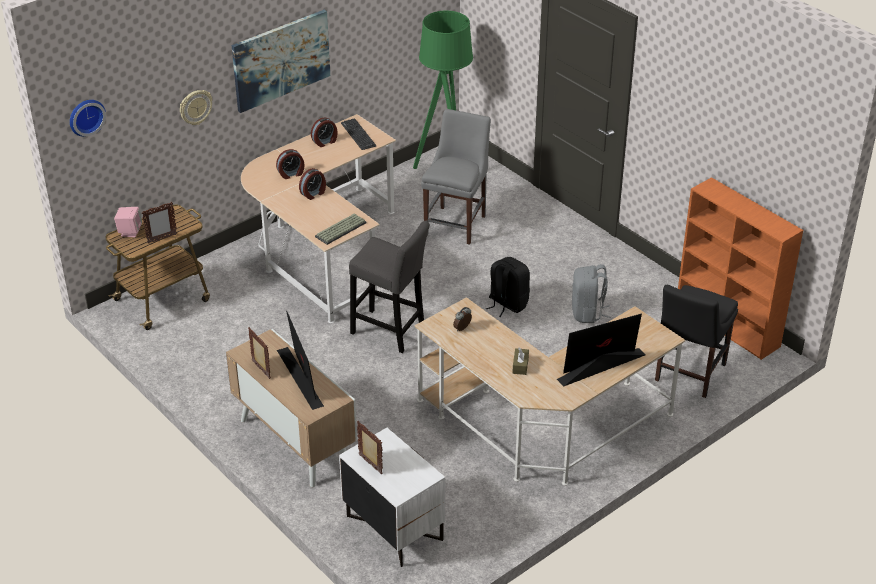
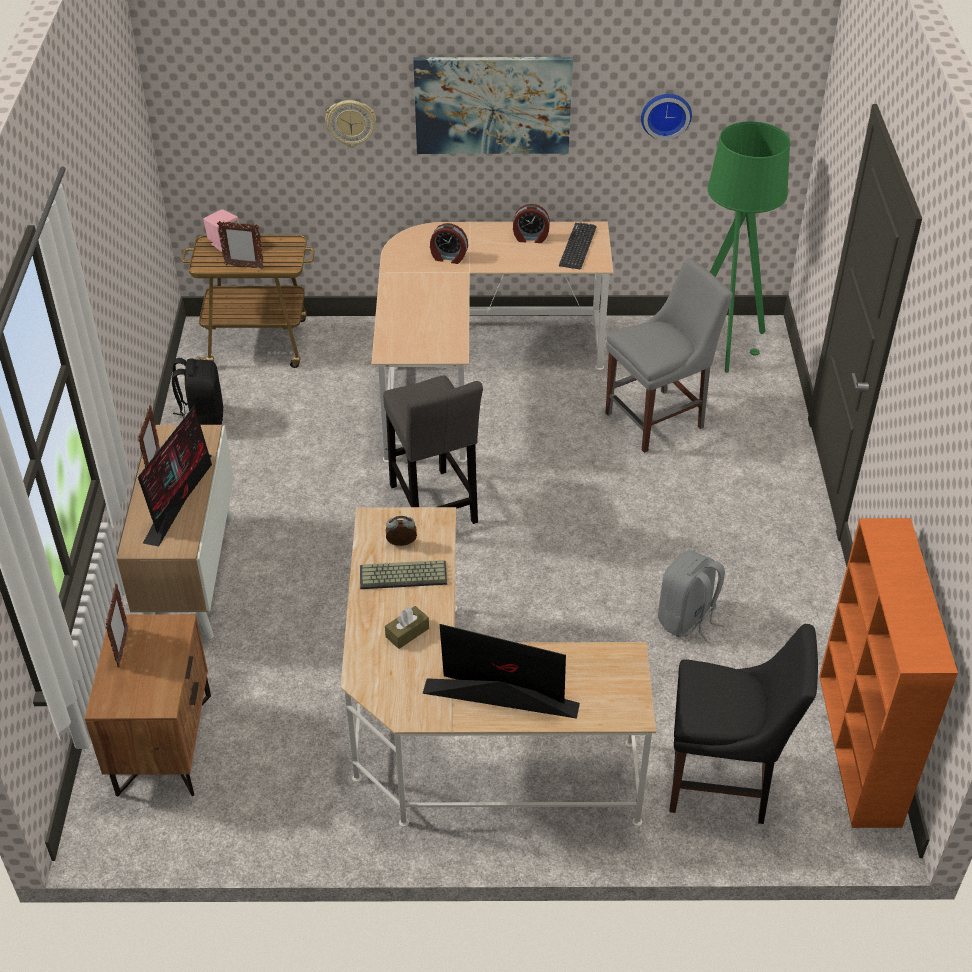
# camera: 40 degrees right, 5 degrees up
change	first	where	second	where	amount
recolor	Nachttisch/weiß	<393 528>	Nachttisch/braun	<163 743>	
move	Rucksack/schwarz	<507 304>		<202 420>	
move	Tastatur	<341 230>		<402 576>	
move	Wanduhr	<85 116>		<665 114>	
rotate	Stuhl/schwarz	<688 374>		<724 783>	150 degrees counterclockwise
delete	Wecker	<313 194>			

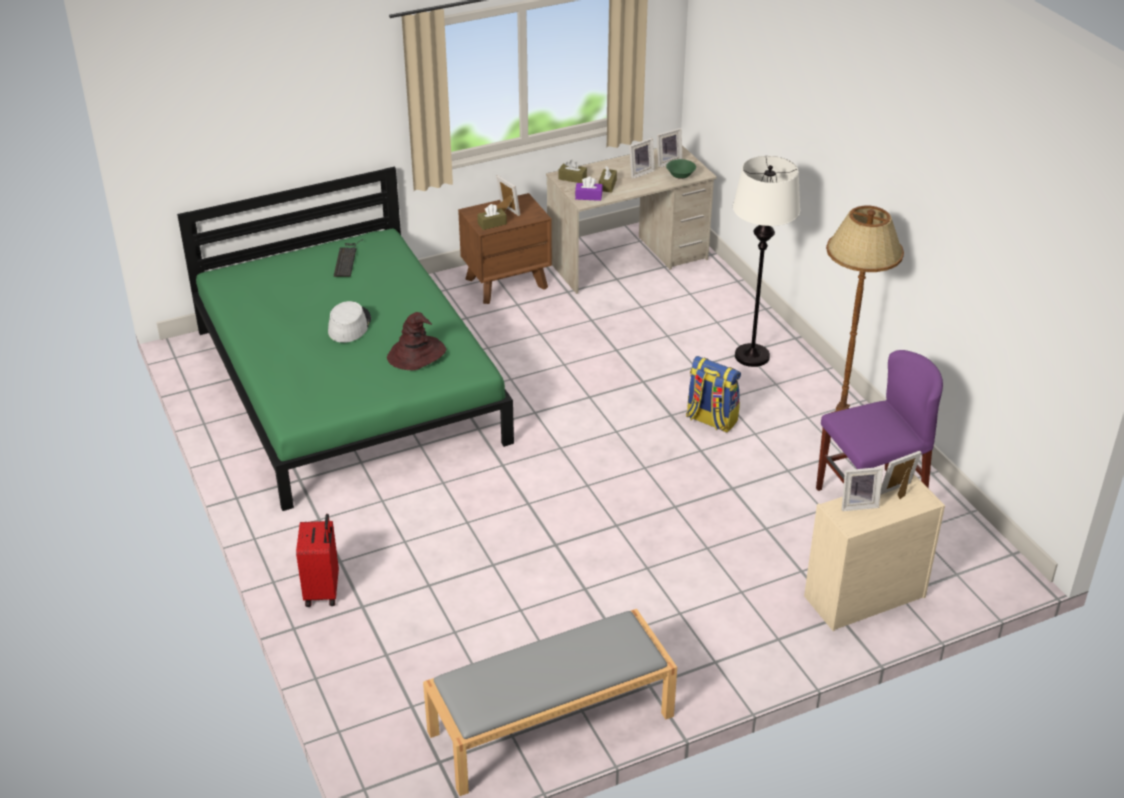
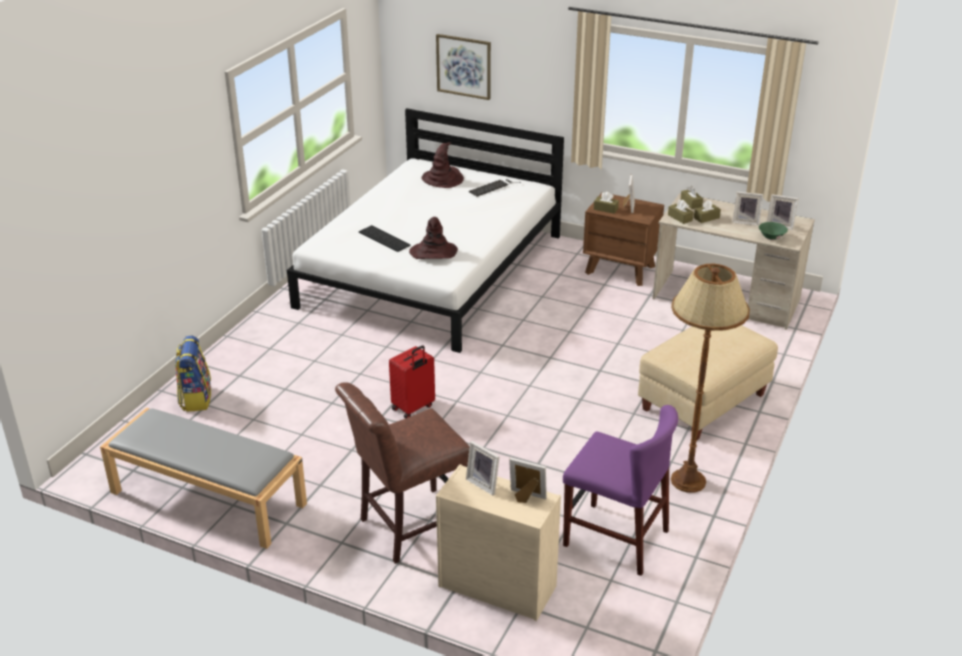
# camera: 50 degrees right, 5 degrees down
change	first	where	second	where	amount
move	Rucksack	<710 420>		<195 398>	
recolor	Bett/grün	<349 384>	Bett/weiß	<433 270>	
insert			Stuhl/braun	<409 527>	
insert			Tastatur	<385 238>	
move	Koffer/rot	<323 591>		<413 408>	
insert			Hut/braun	<443 179>	
insert			Bild	<464 66>	
replace	Stehlampe/weiß	<752 356>	Polsterhocker/beige	<704 402>	
recolor	Taschentuchbox/lila	<588 196>	Taschentuchbox/braun	<680 218>	
delete	Hut/grau	<349 325>			

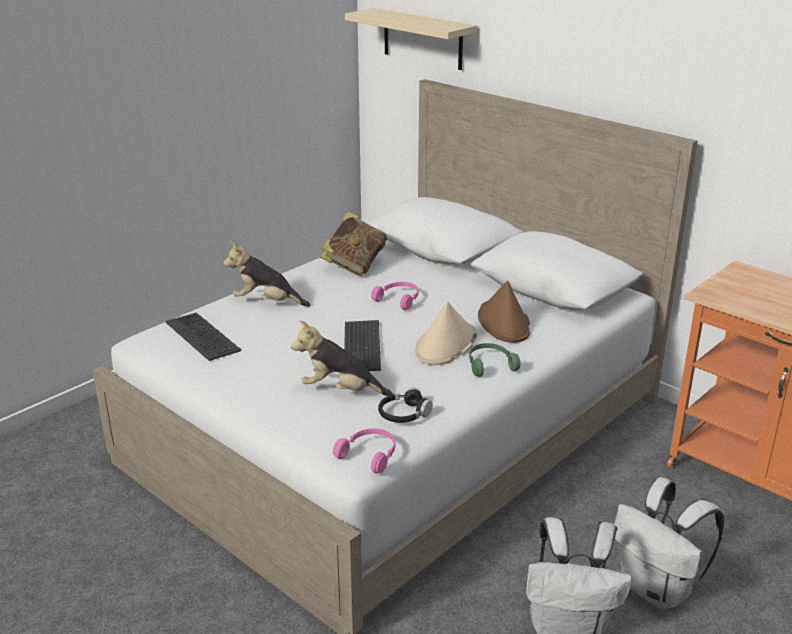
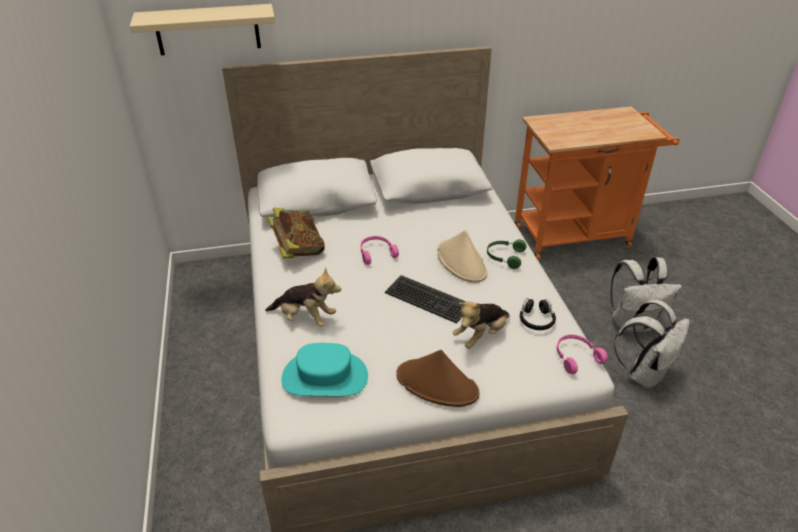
# camera: 55 degrees left, 10 degrees up
change	first	where	second	where	amount
rotate	Plüschtier	<267 302>		<305 318>	120 degrees counterclockwise
replace	Tastatur	<203 336>	Hut/türkis	<325 377>	
move	Hut/braun	<504 322>		<437 384>	

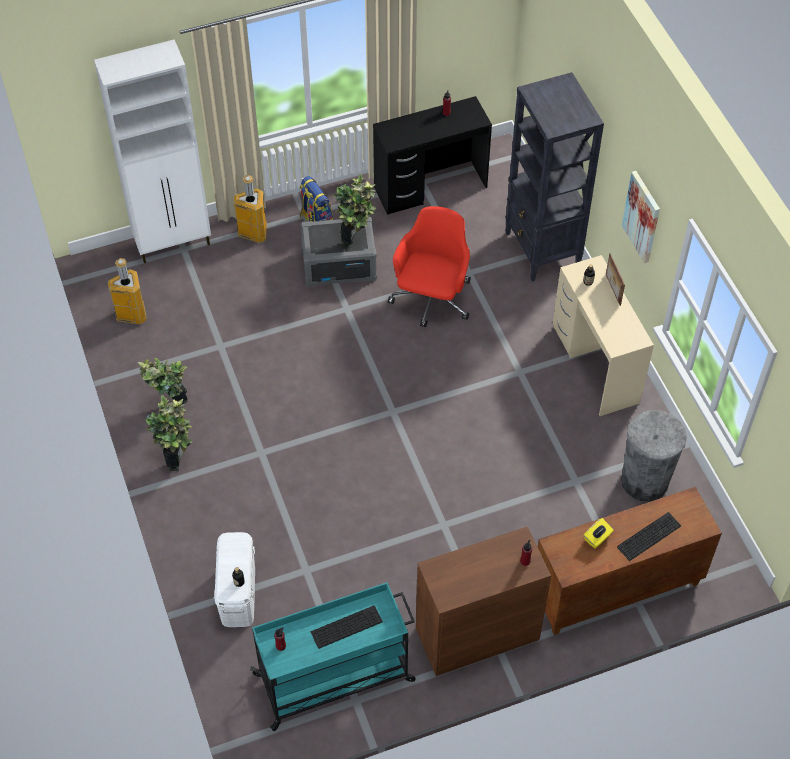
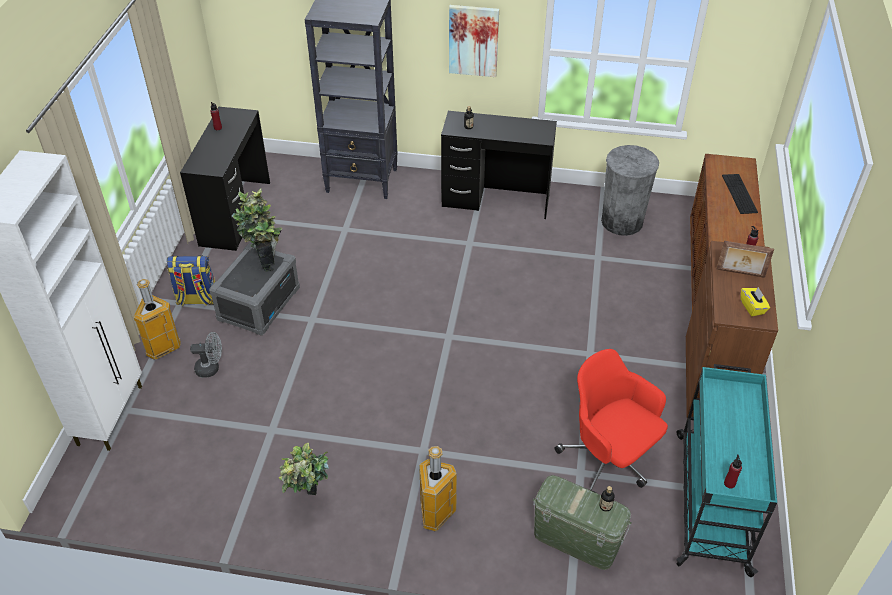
# camera: 60 degrees left, 10 degrees down
change	first	where	second	where	amount
insert			Ventilator/grau	<211 368>	
move	Mülleimer	<132 315>		<435 514>	
recolor	Schreibtisch/beige	<595 365>	Schreibtisch/schwarz	<496 200>	
recolor	Aufbewahrungsbox/weiß	<238 593>	Aufbewahrungsbox/grün	<576 540>	
move	Bürostuhl/rot	<432 300>		<609 460>	
move	Bilderrahmen	<612 290>		<740 273>	
move	Taschentuchbox/gelb	<597 538>		<752 307>	
delete	Topfpflanze	<176 456>			
delete	Tastatur	<346 627>			

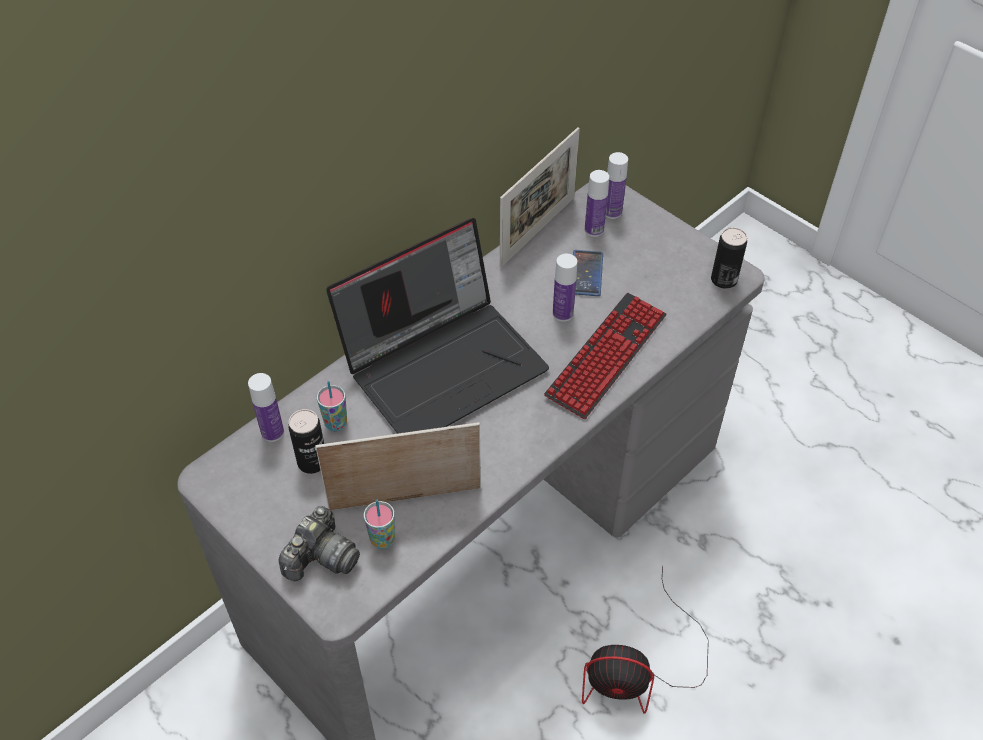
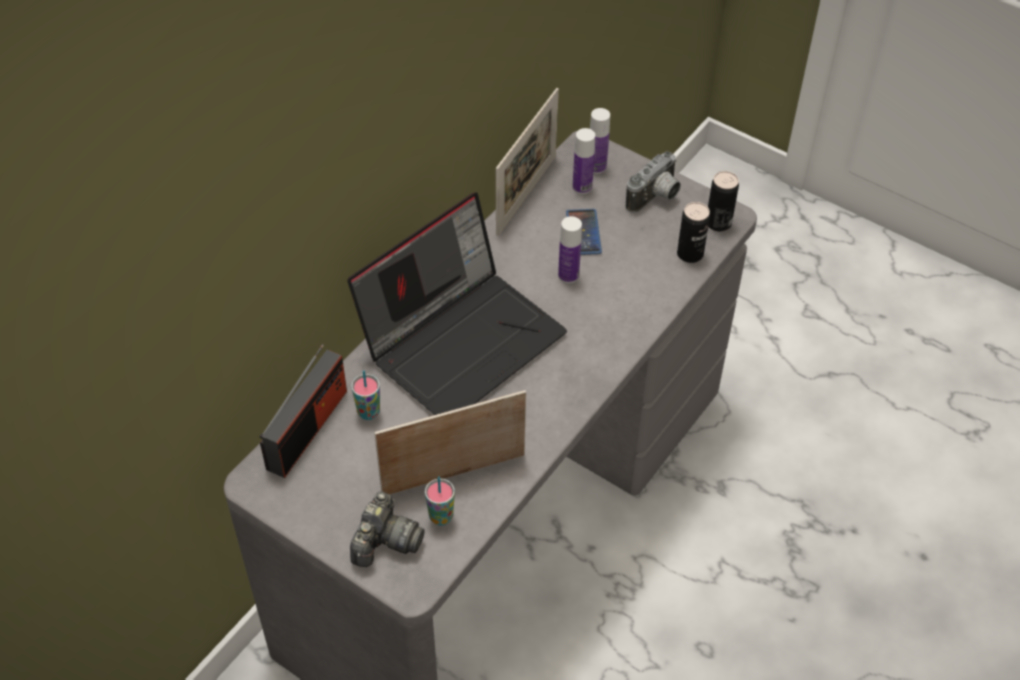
# camera: 10 degrees left, 0 degrees up
change	first	where	second	where	amount
replace	Flasche	<272 432>	Radio	<307 429>	
insert			Kamera	<656 198>	
move	Dose	<312 462>		<690 254>	
delete	Tastatur	<606 356>			
delete	Ventilator	<640 671>			

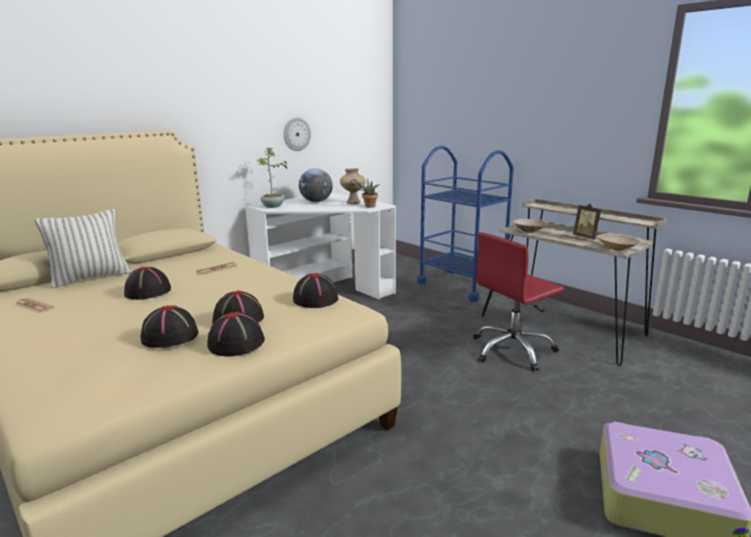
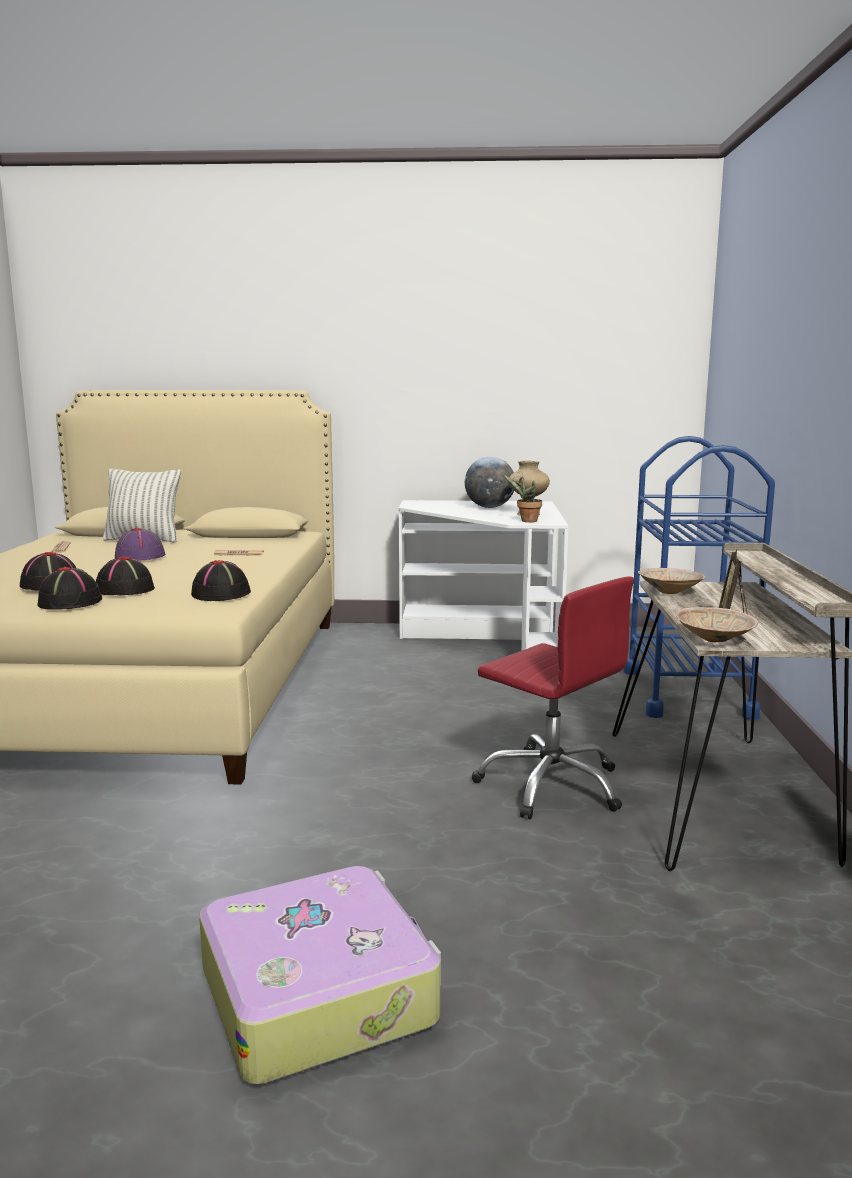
# camera: 45 degrees right, 5 degrees down
change	first	where	second	where	amount
recolor	Hut/schwarz	<148 291>	Hut/lila	<140 556>	
rotate	Bürostuhl/rot	<512 350>		<551 785>	150 degrees counterclockwise
delete	Topfpflanze	<273 206>			
delete	Wanduhr	<296 134>			

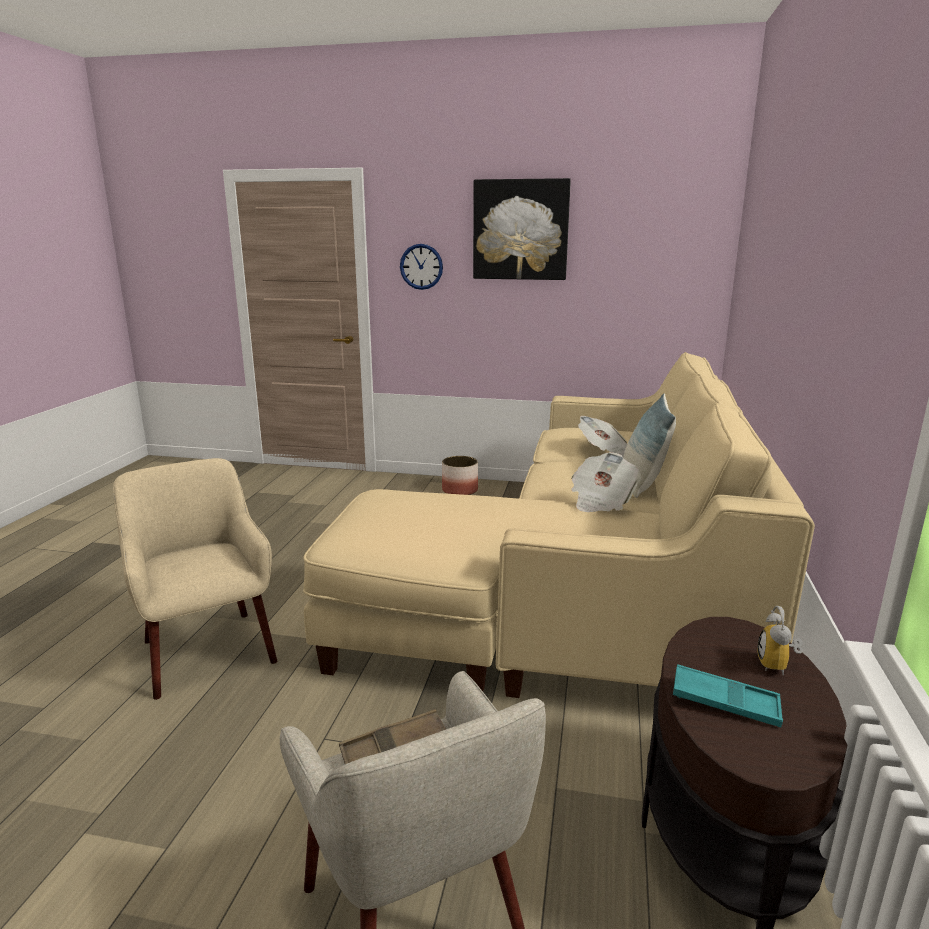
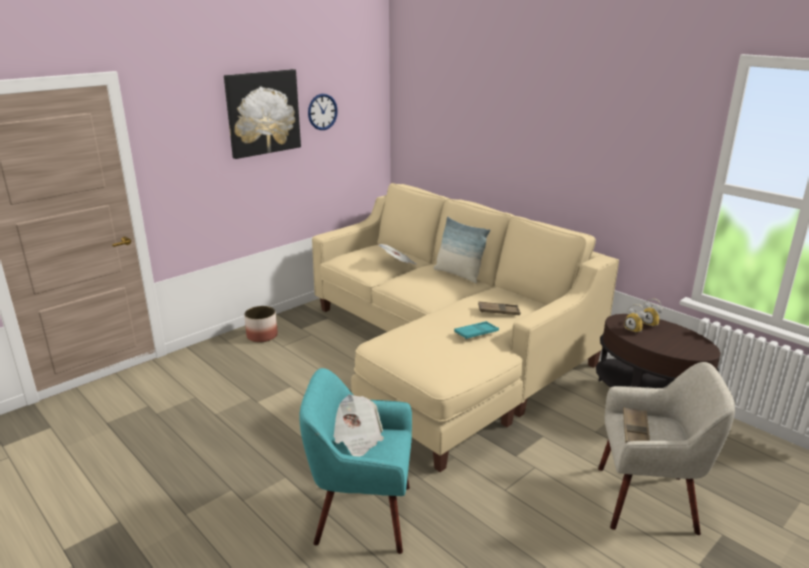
# camera: 55 degrees left, 5 degrees up
change	first	where	second	where	amount
recolor	Sessel/beige	<207 651>	Sessel/türkis	<362 515>	
move	Wanduhr	<421 266>		<322 112>	
move	Zeitung	<601 501>		<354 437>	
move	Tablett/türkis	<725 702>		<476 333>	
insert			Tablett/braun	<498 311>	
insert			Wecker	<635 330>	

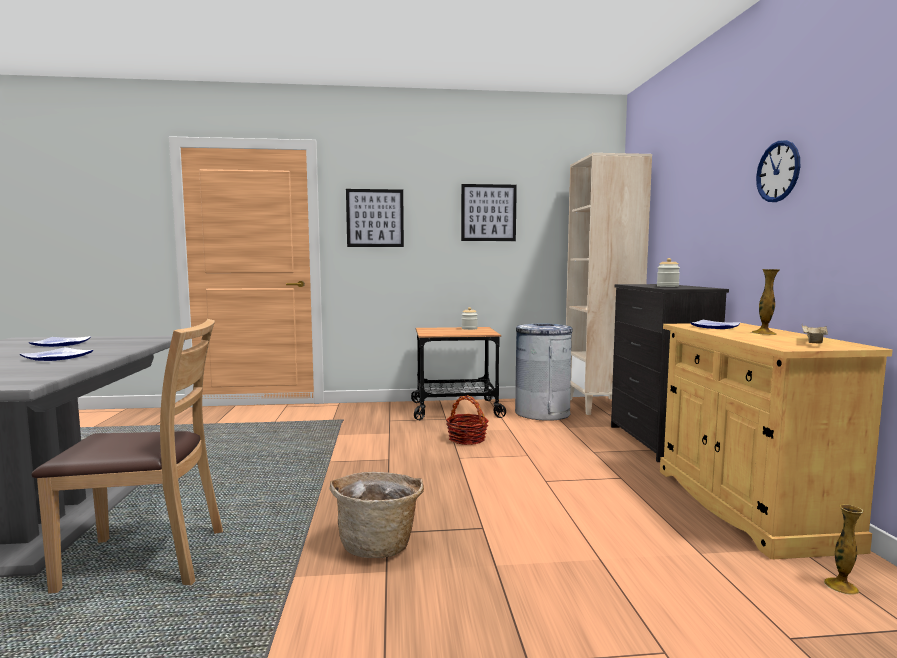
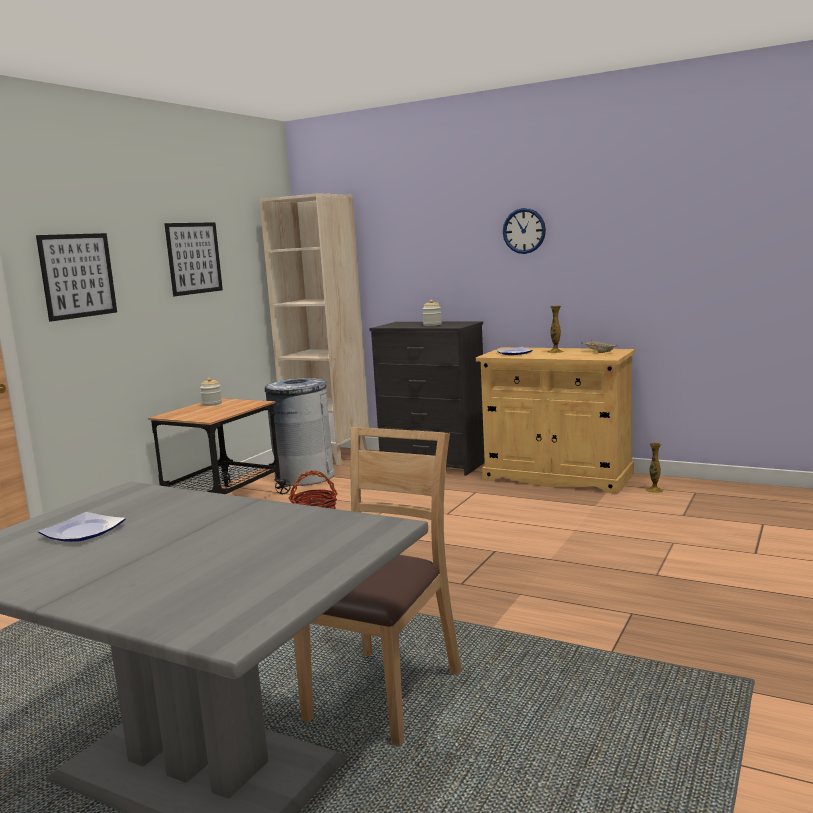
# camera: 55 degrees left, 5 degrees up
change	first	where	second	where	amount
delete	Teller	<57 358>			
delete	Korb	<379 544>			

